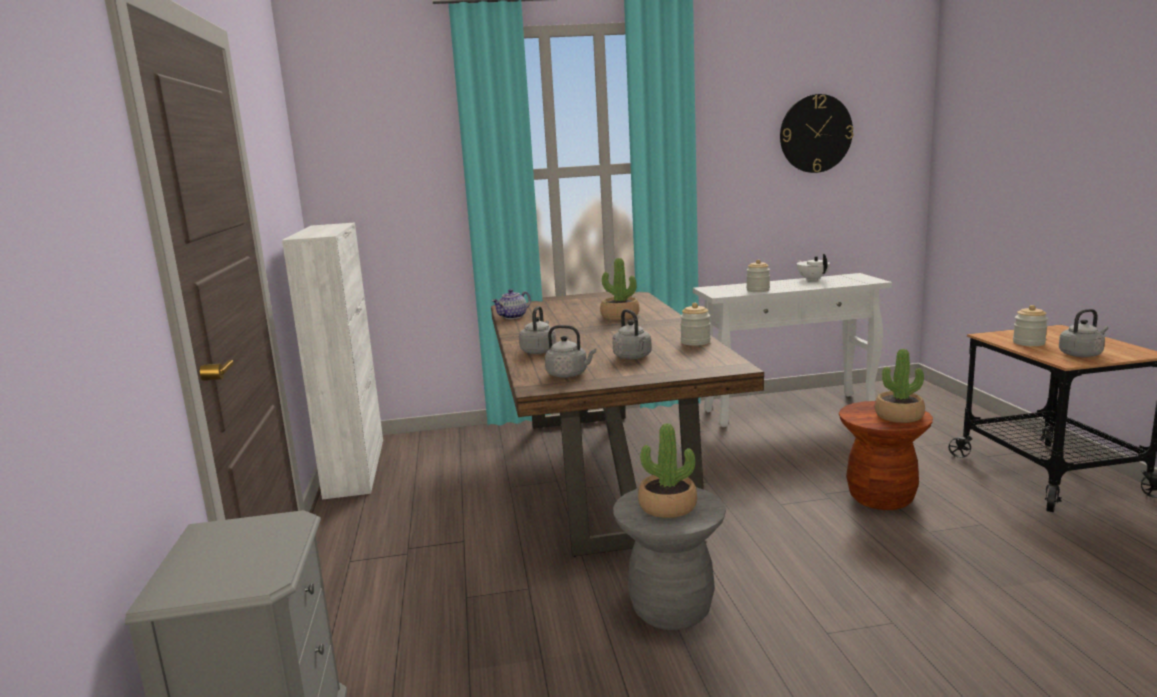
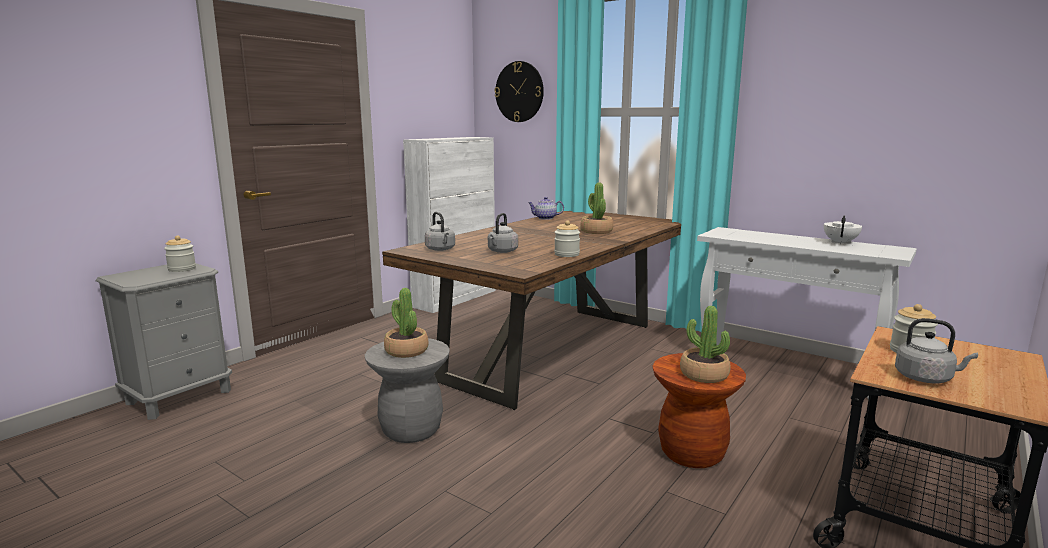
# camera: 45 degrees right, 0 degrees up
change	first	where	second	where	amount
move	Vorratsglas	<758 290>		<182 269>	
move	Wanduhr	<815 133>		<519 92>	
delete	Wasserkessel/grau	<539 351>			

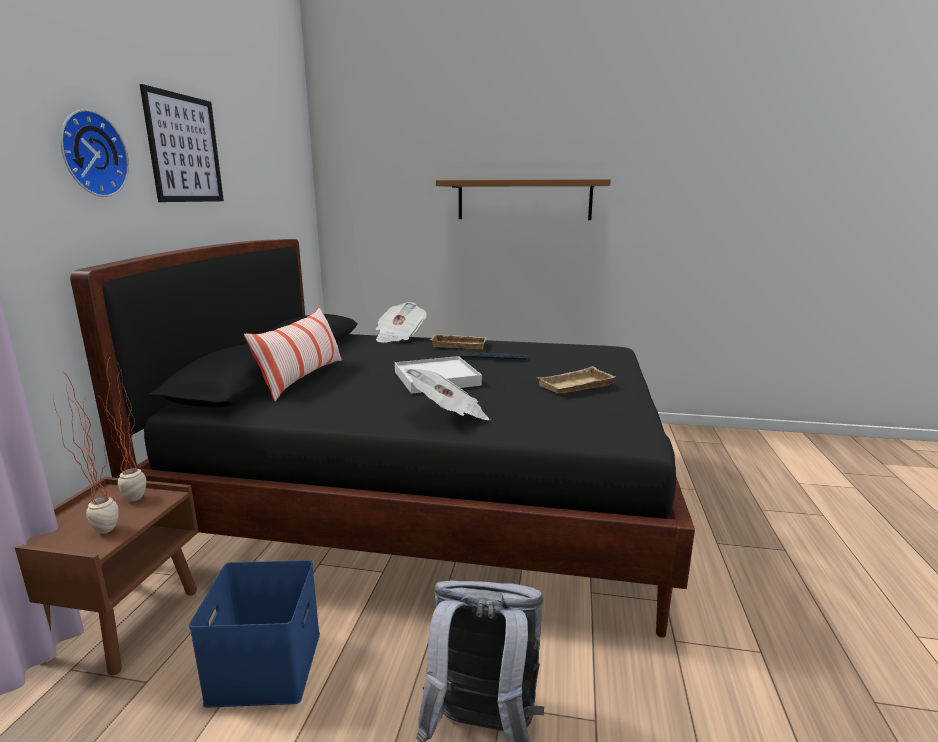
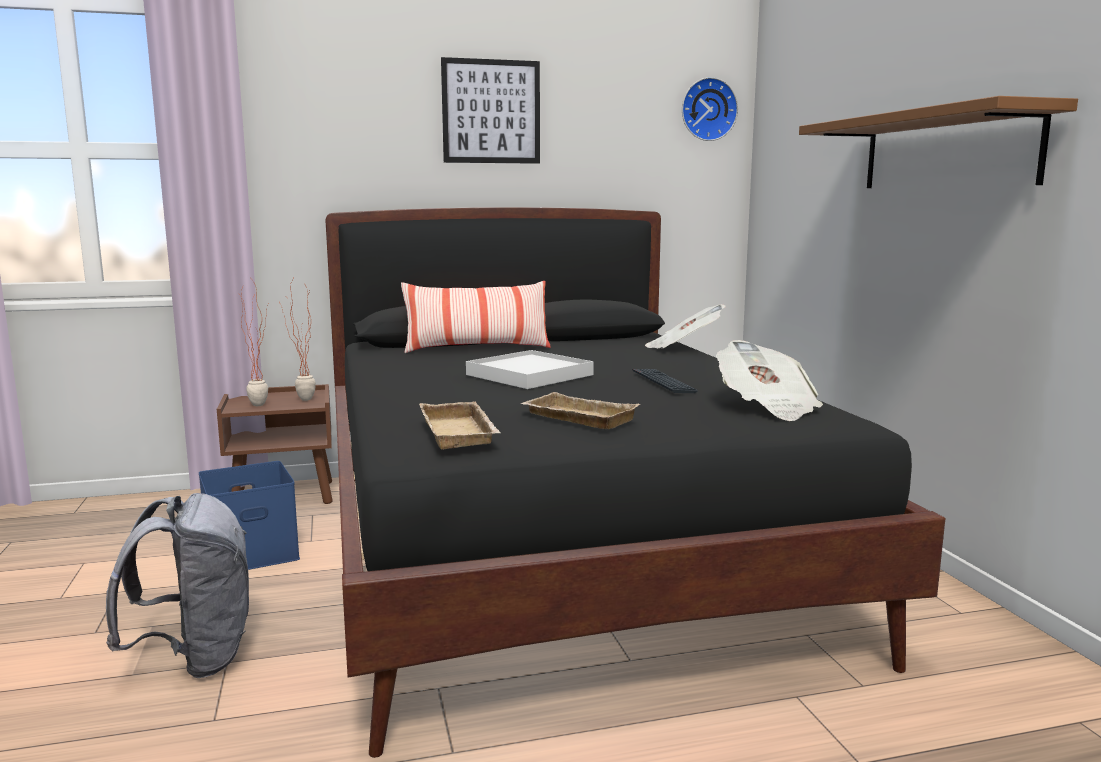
# camera: 65 degrees right, 5 degrees down
change	first	where	second	where	amount
move	Tablett/beige	<459 345>		<461 433>	
move	Wanduhr	<90 154>		<707 109>	
move	Zeitung	<448 415>		<767 407>	

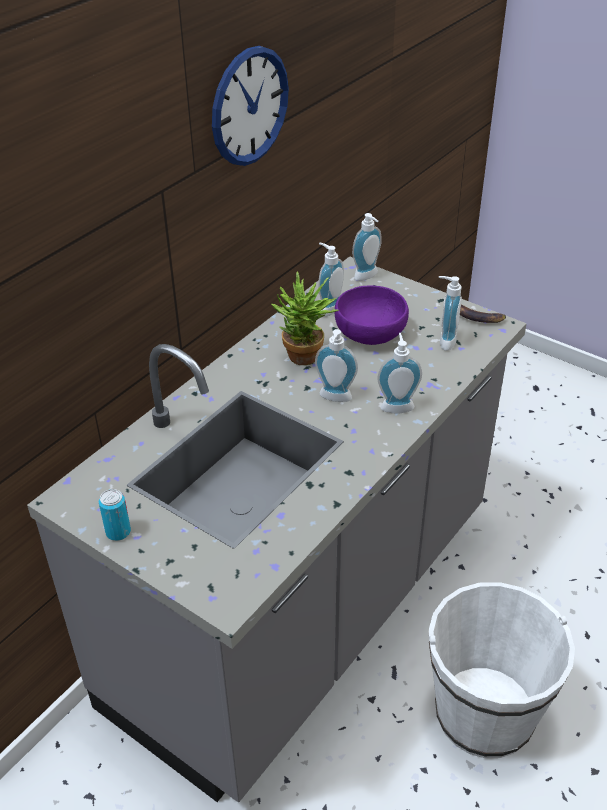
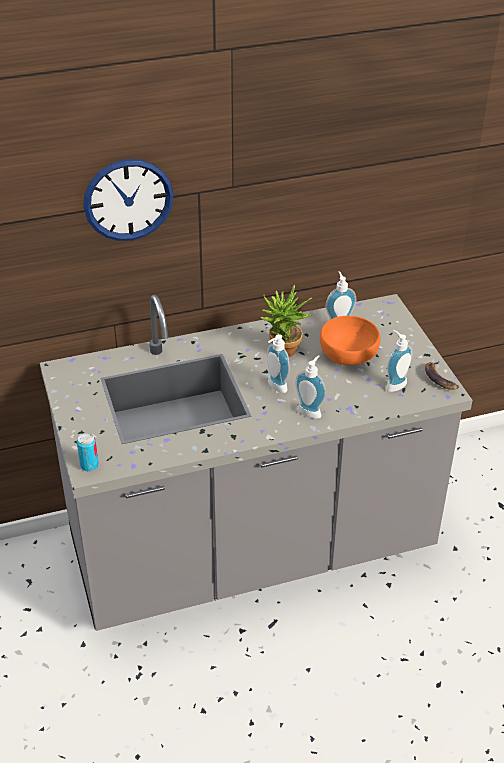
# camera: 35 degrees right, 0 degrees up
change	first	where	second	where	amount
move	Dose	<118 532>		<89 465>	
move	Wanduhr	<249 106>		<128 200>	
recolor	Schüssel/lila	<369 332>	Schüssel/orange	<347 354>	
delete	Seifenspender	<368 277>			
delete	Eimer/weiß	<484 714>			

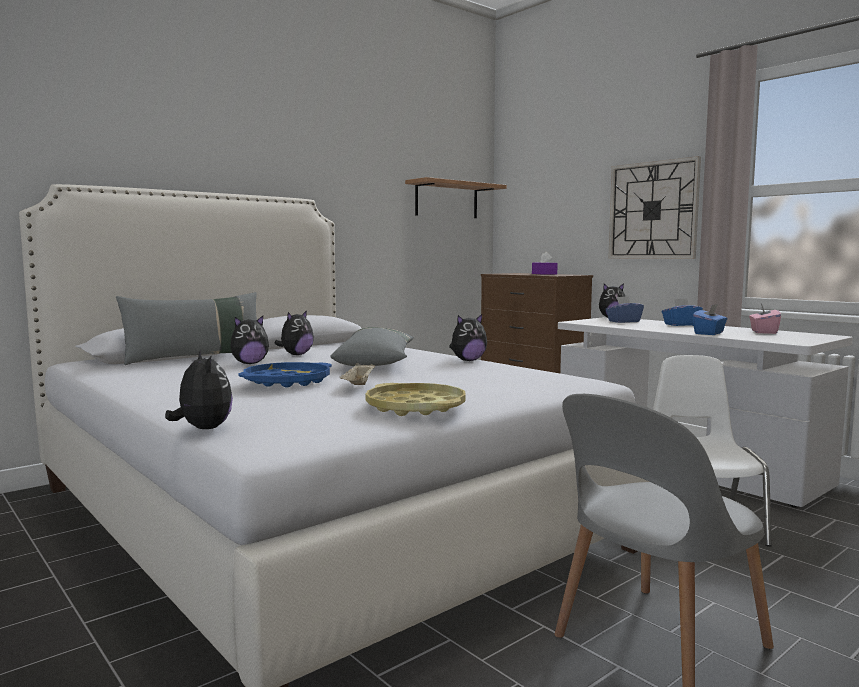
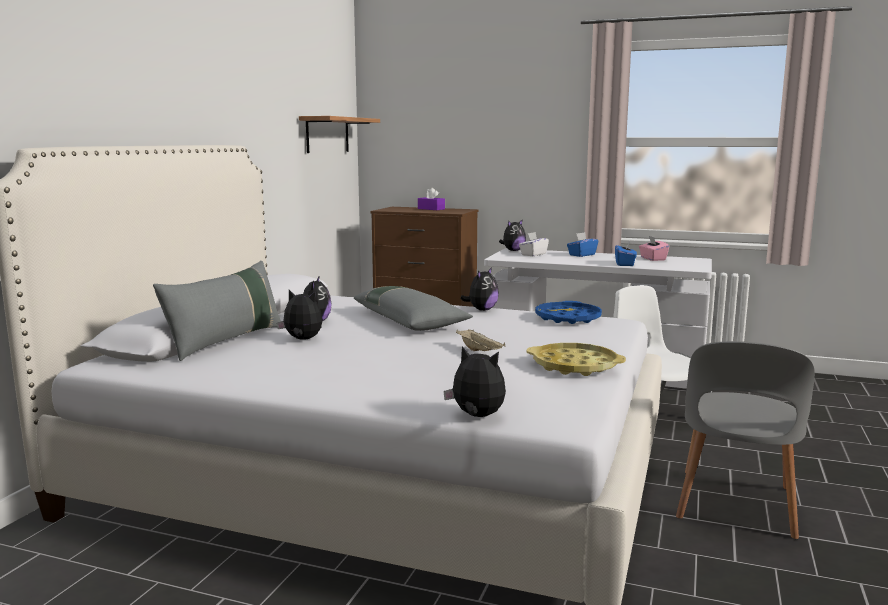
# camera: 30 degrees left, 5 degrees up
change	first	where	second	where	amount
rotate	Plüschtier	<249 363>		<302 339>	105 degrees counterclockwise
recolor	Taschentuchbox/blau	<623 321>	Taschentuchbox/weiß	<533 254>	
move	Tablett/blau	<287 381>		<567 318>	
delete	Wanduhr	<653 210>			

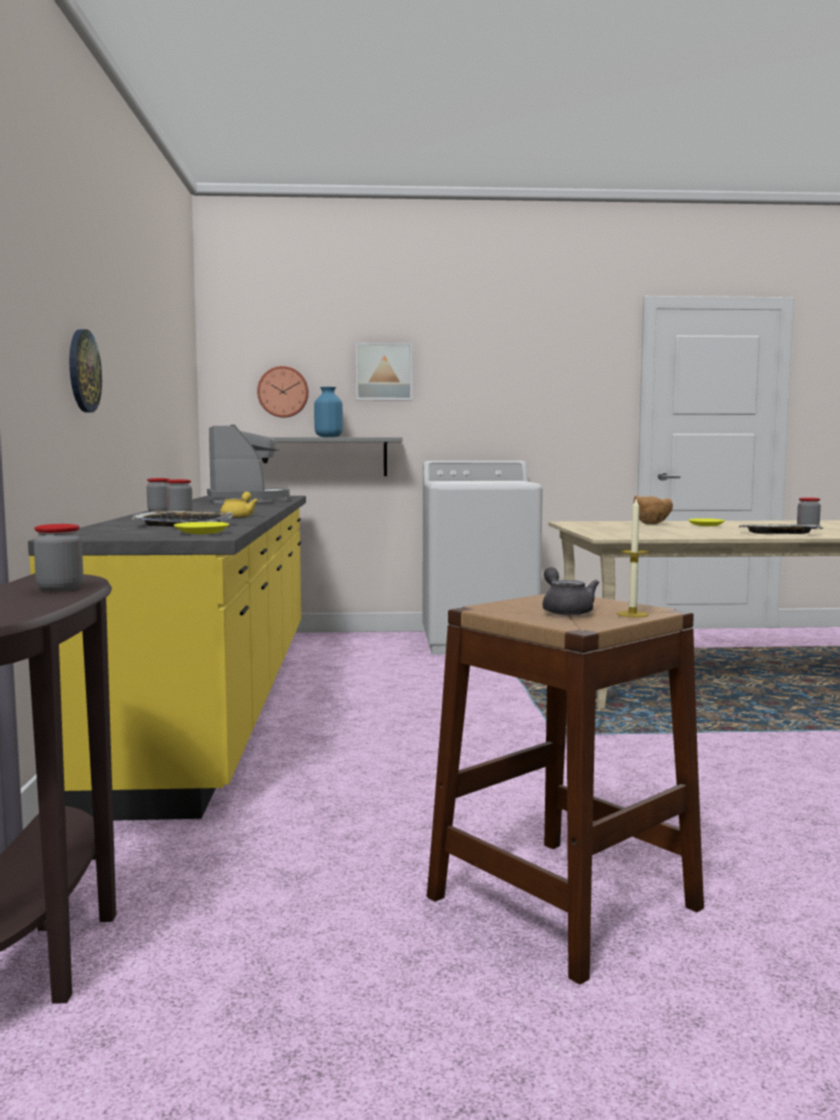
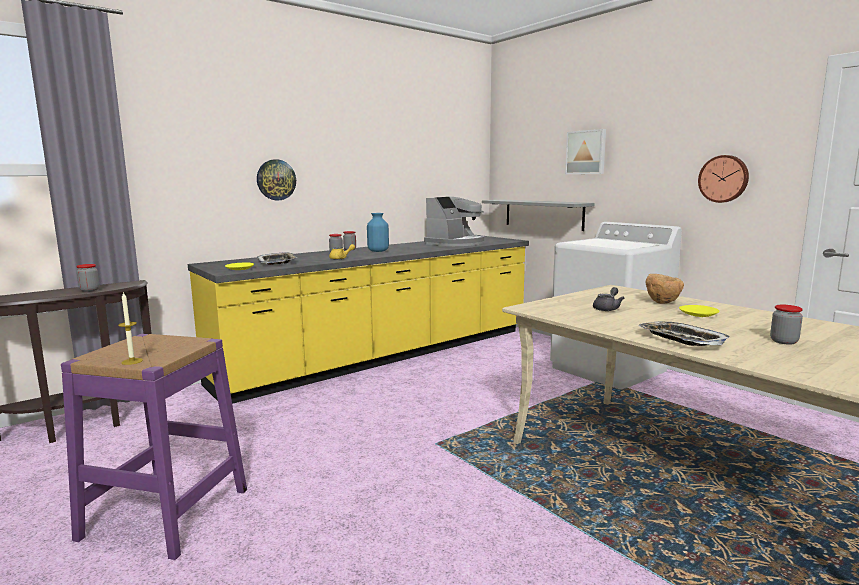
# camera: 55 degrees right, 5 degrees up
change	first	where	second	where	amount
recolor	Hocker/braun	<563 902>	Hocker/lila	<166 513>	
move	Vase/blau	<328 437>		<378 251>	
move	Teekanne/grau	<565 611>		<607 308>	
move	Wanduhr	<283 392>		<724 179>	

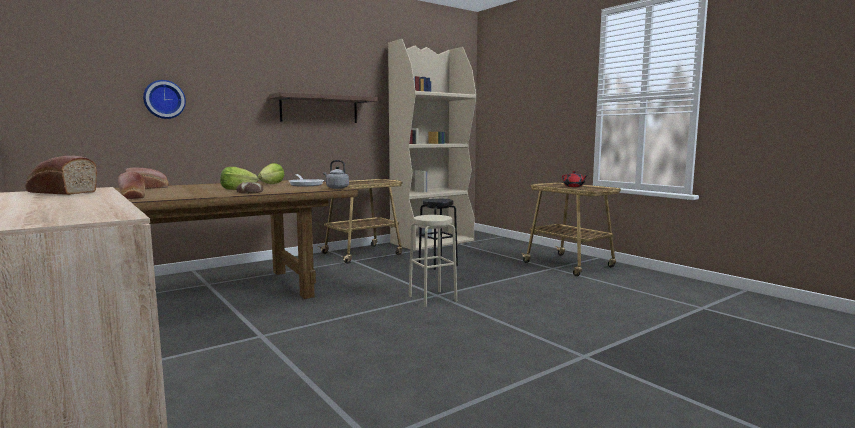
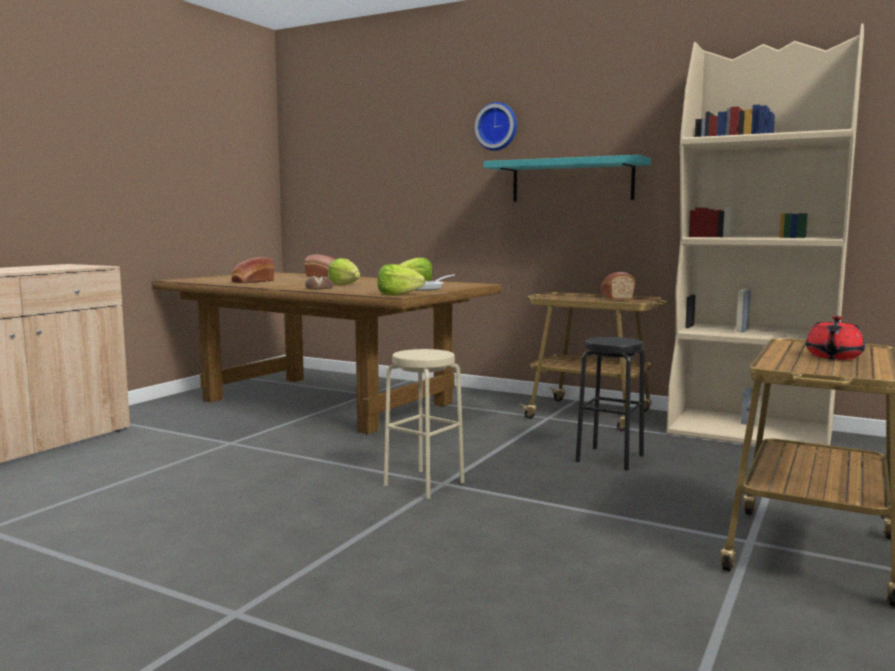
# camera: 65 degrees right, 0 degrees up
change	first	where	second	where	amount
replace	Wasserkessel/grau	<336 188>	Salatkopf	<398 294>	
move	Wanduhr	<164 99>		<497 126>	
recolor	Wandregal/braun	<319 109>	Wandregal/türkis	<572 180>	
move	Brot	<60 192>		<615 297>	

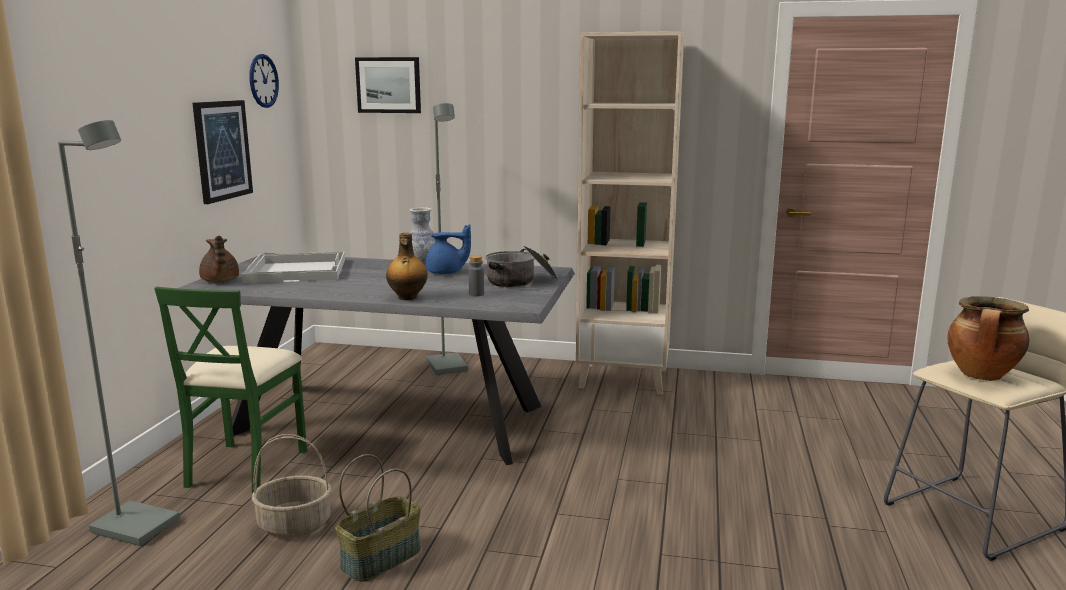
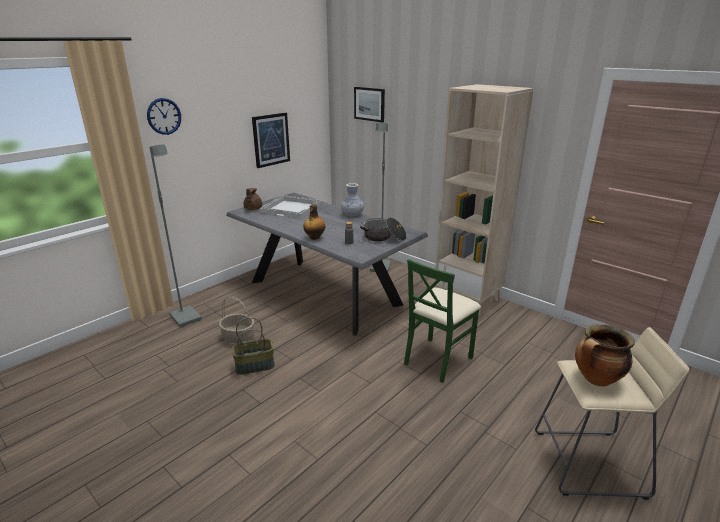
# camera: 30 degrees right, 10 degrees up
change	first	where	second	where	amount
move	Wanduhr	<263 81>		<164 116>	
move	Stuhl/grün	<246 467>		<437 359>	
delete	Teekanne/blau	<446 272>			

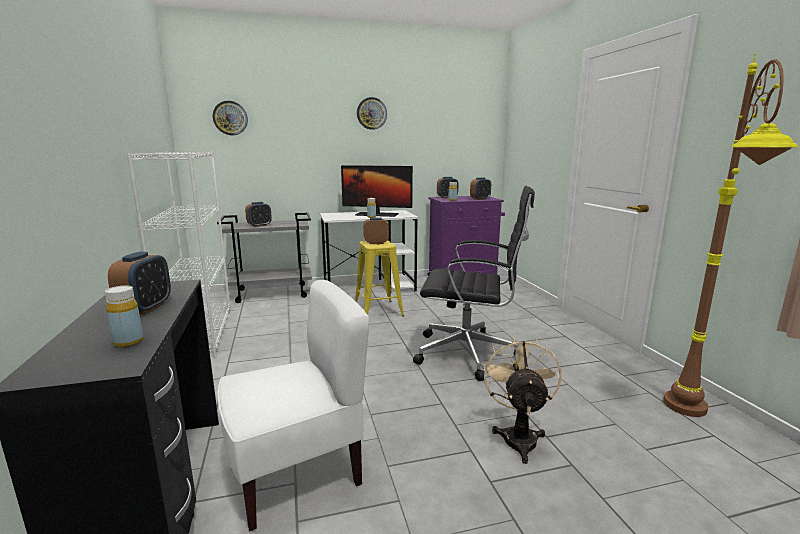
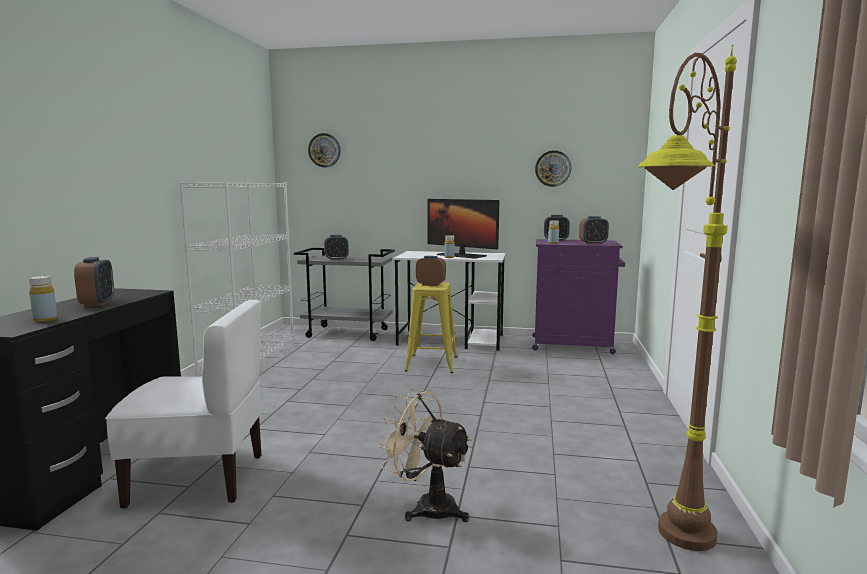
# camera: 25 degrees right, 5 degrees down
change	first	where	second	where	amount
rotate	Wecker	<145 308>		<97 303>	45 degrees counterclockwise
rotate	Ventilator/beige	<518 436>		<427 506>	90 degrees counterclockwise
move	Wanduhr	<371 113>		<553 168>	
delete	Bürostuhl/schwarz	<469 354>			

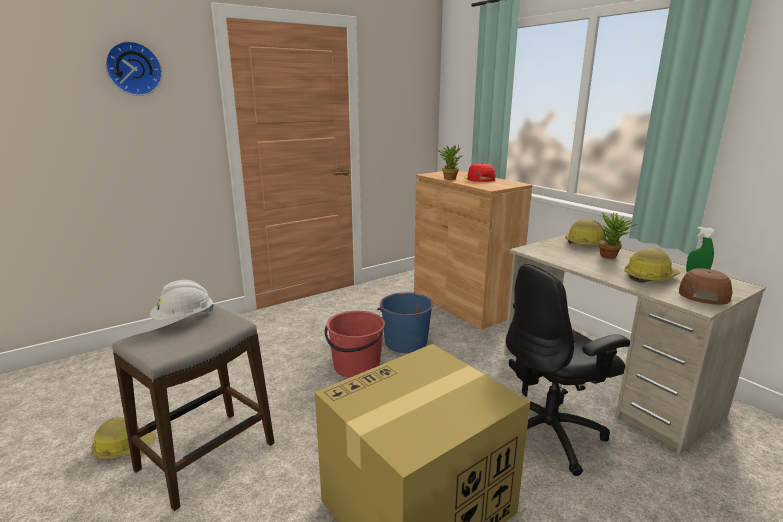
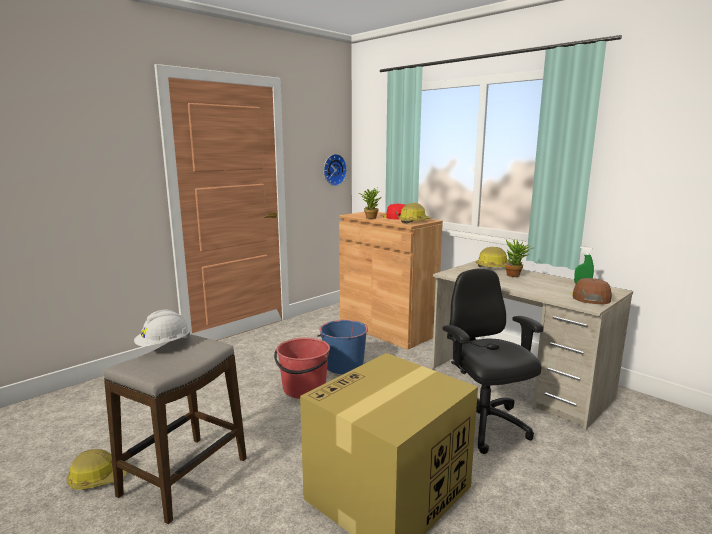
# camera: 10 degrees left, 5 degrees down
change	first	where	second	where	amount
move	Wanduhr	<133 69>		<333 169>	
move	Schutzhelm	<650 277>		<414 221>	
rotate	Bürostuhl/schwarz	<549 434>		<483 425>	105 degrees clockwise

